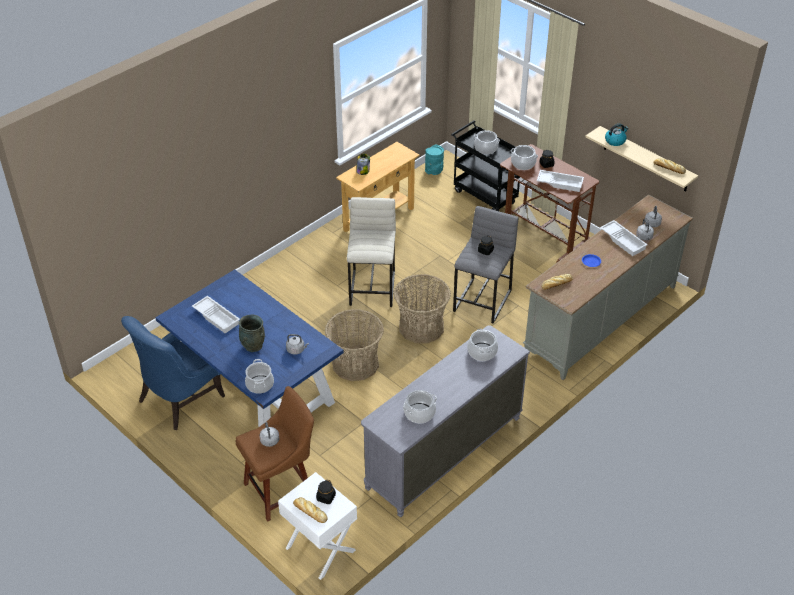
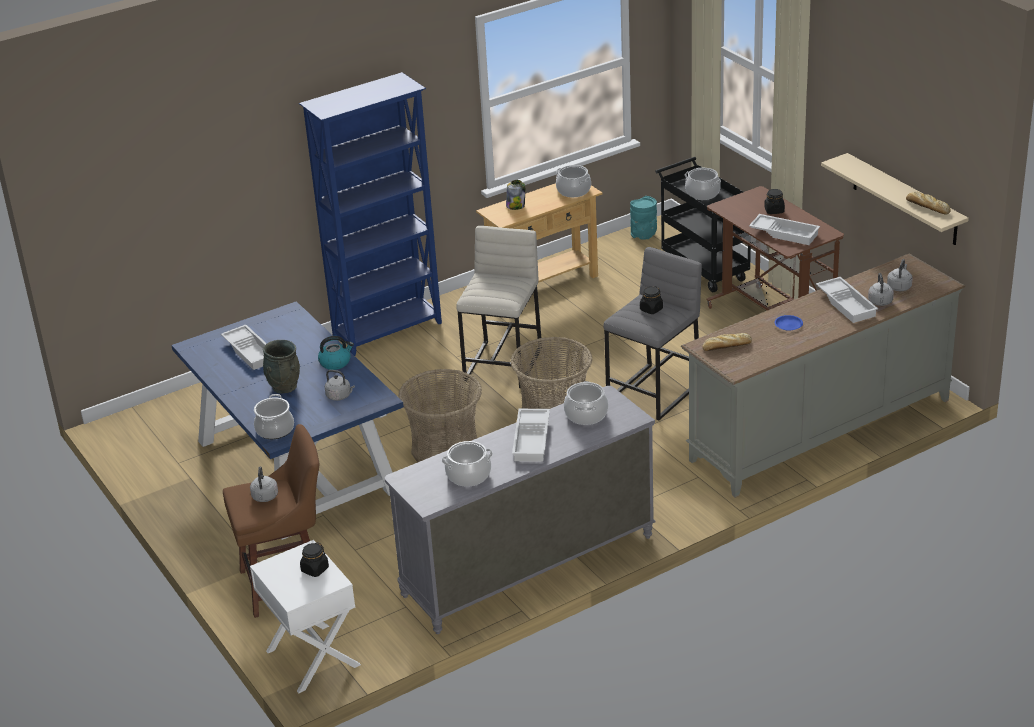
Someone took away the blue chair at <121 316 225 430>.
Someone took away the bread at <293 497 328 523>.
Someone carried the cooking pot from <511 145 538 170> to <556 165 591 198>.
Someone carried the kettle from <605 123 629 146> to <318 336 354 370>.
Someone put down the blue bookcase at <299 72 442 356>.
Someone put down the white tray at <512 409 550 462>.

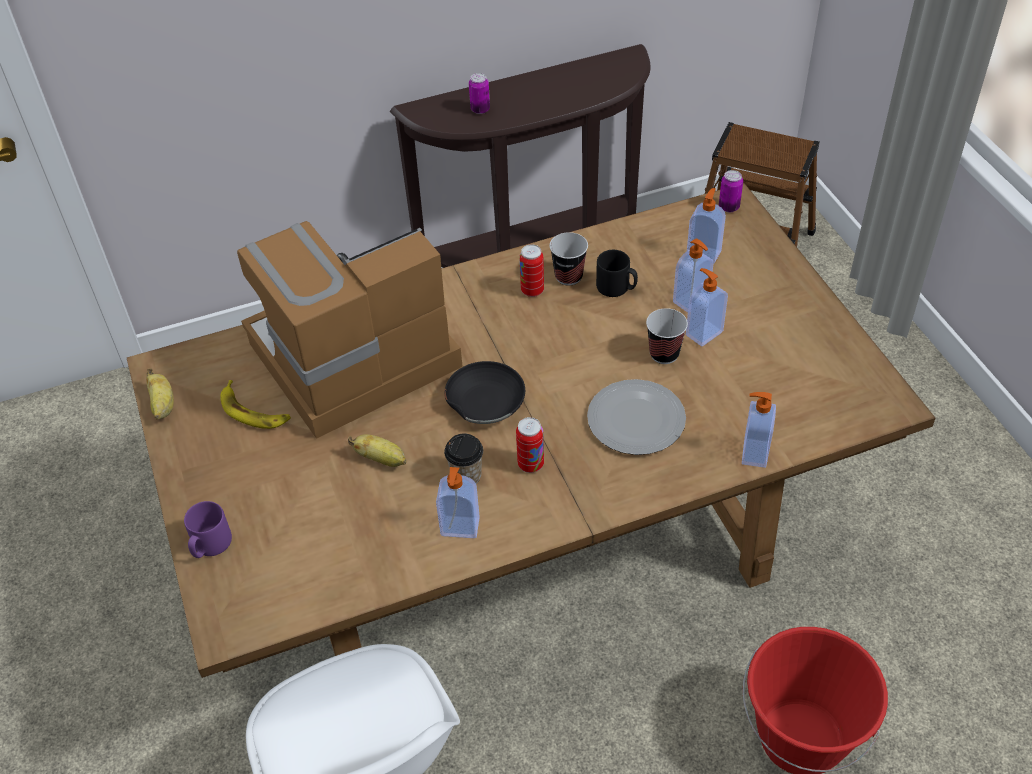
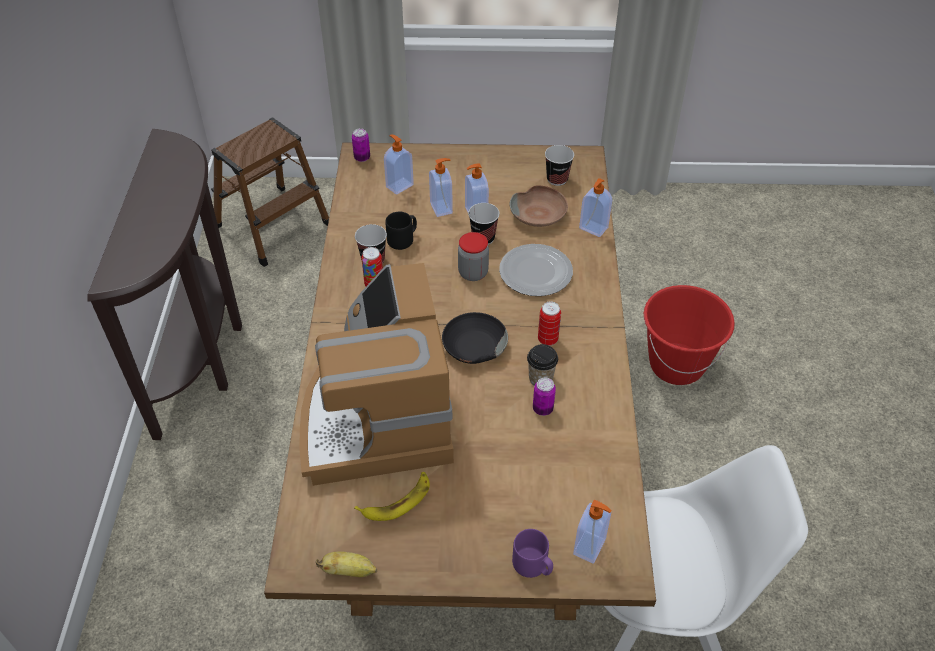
Someone took away the banana at <348 434 406 467>.
Someone carried the soap dispenser from <436 467 480 538> to <573 500 612 564>.
Someone carried the can from <469 73 490 114> to <533 377 556 416>.
Someone put down the jar at <458 232 489 281>.
Someone put down the brown bowl at <510 186 568 227>.
Someone put down the cup at <545 145 574 186>.

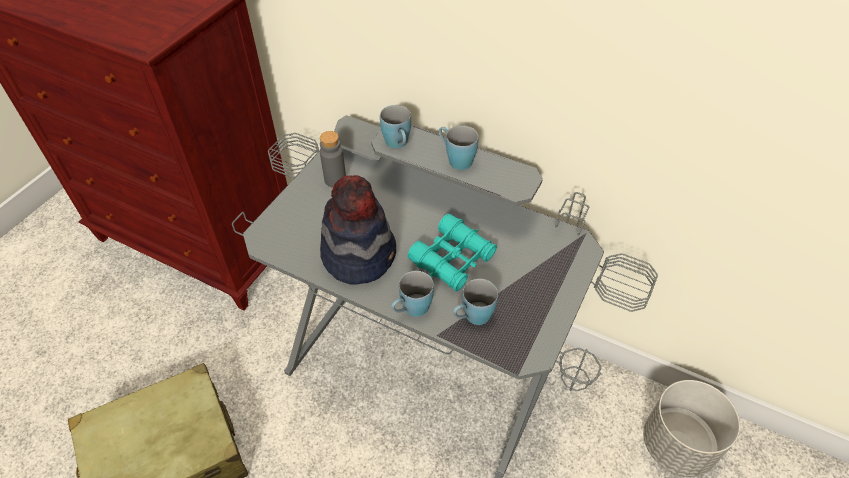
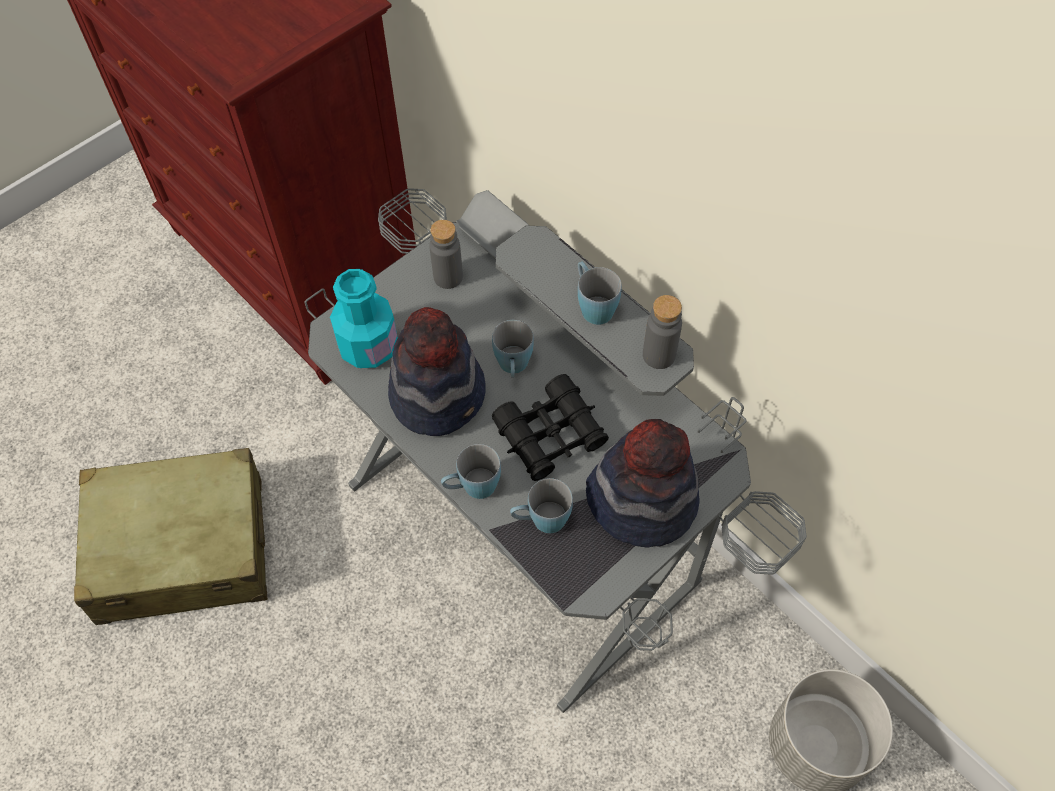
Someone carried the blue mug from <380 105 411 148> to <492 320 534 378>.
Someone repainted the turquoise binoculars at <407 214 497 292>, which became the black binoculars at <492 374 609 481>.
Someone put down the turquoise bottle at <330 269 398 368>.
Someone put down the hat at <586 419 699 548>.
Someone put down the grey bottle at <643 295 682 369>.

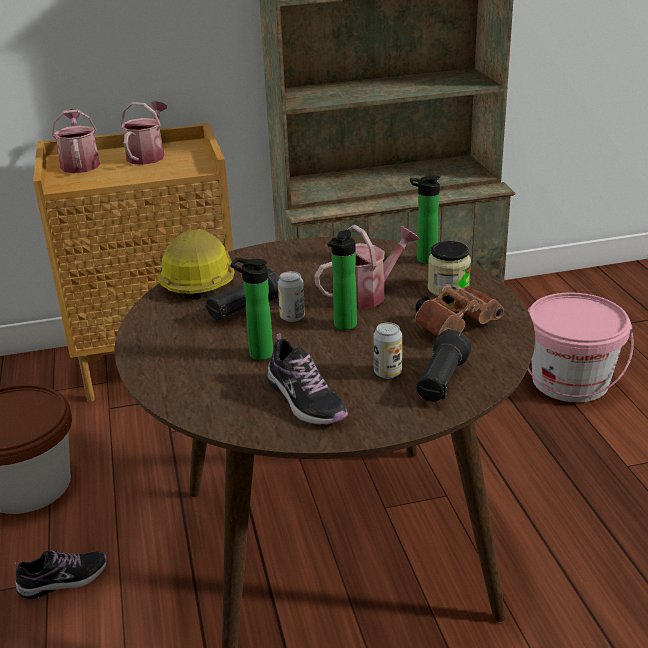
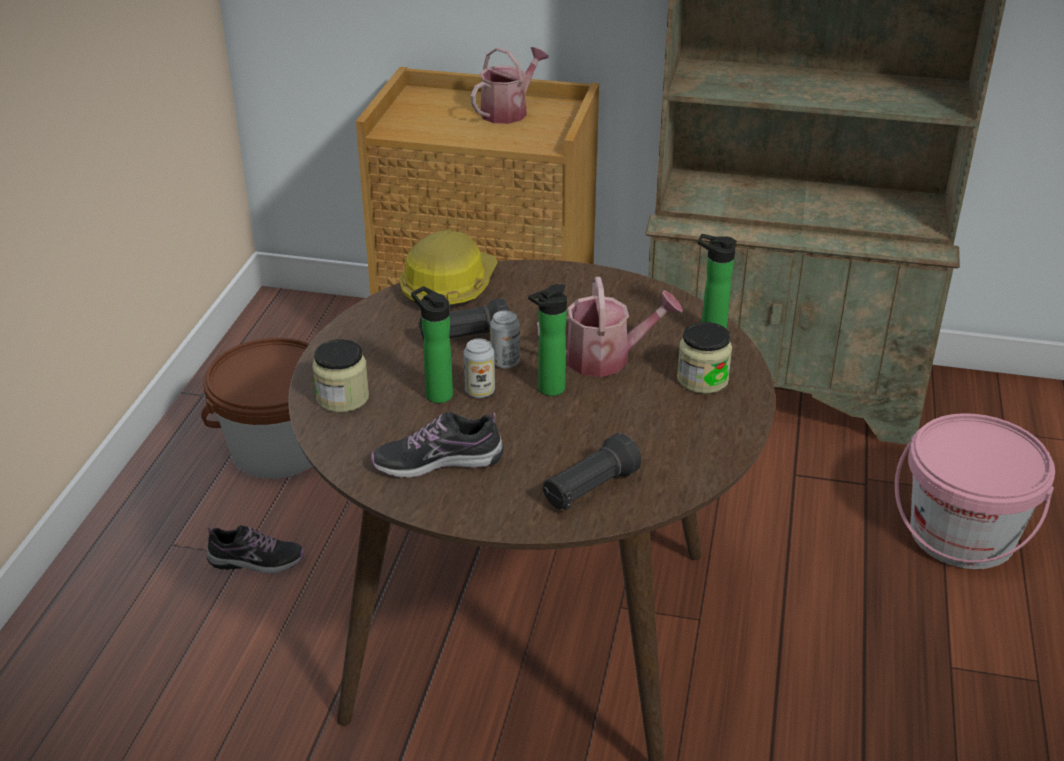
Someone took away the watering can at <52 109 100 173>.
Someone rotated the shoe at <267 333 348 425> by 90 degrees clockwise.
Someone carried the can from <374 322 402 379> to <464 339 495 398>.
Someone took away the brown binoculars at <415 284 504 337>.
Someone put down the jar at <312 339 369 413>.

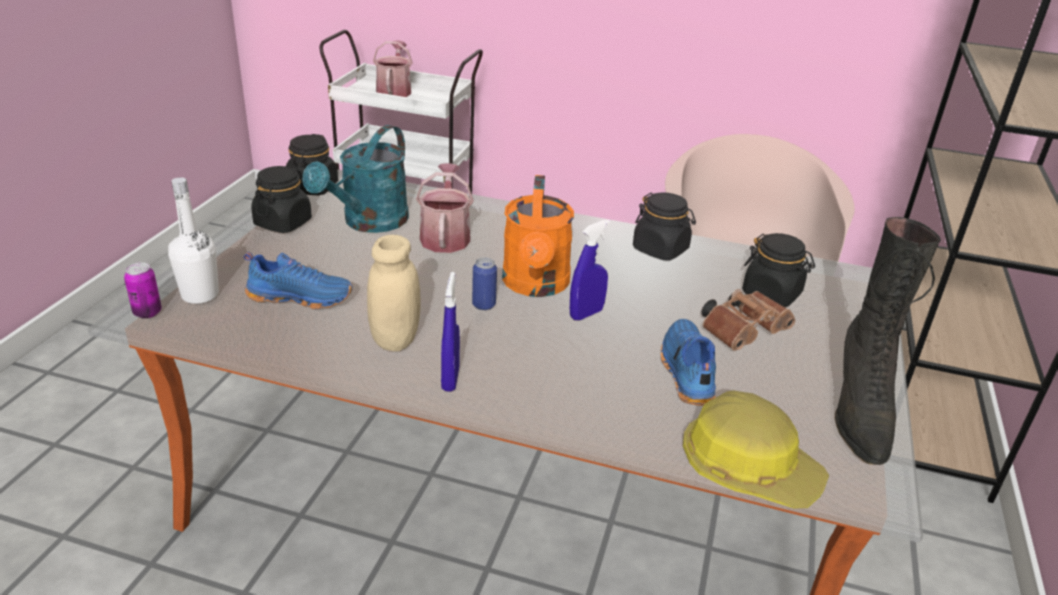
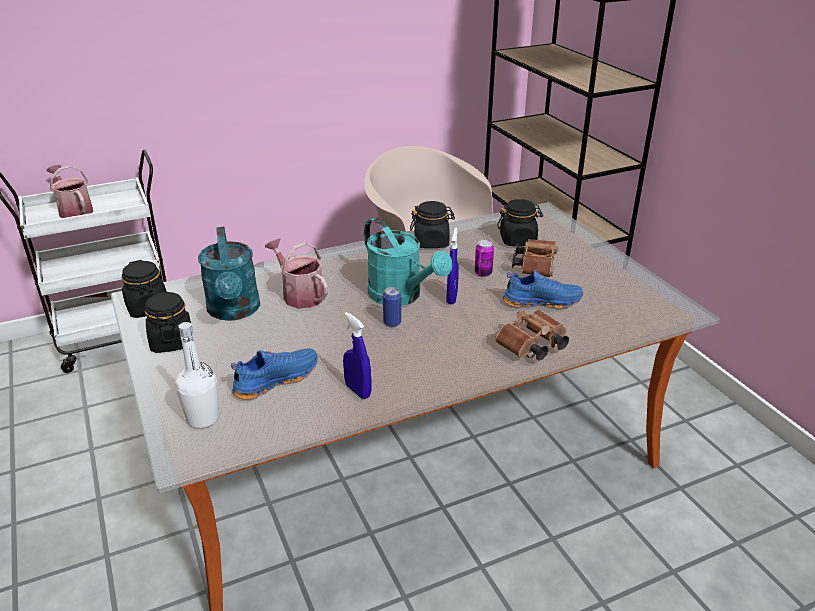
Someone carried the can from <124 262 162 318> to <475 240 494 277>.
Someone took away the beige jar at <367 235 421 351>.
Someone carried the blue spray bottle from <441 272 460 392> to <343 312 372 399>.
Someone repainted the orange watering can at <502 175 574 297>, which became the turquoise watering can at <364 218 452 306>.
Someone rotated the blue shoe at <660 319 716 406> by 135 degrees clockwise.
Someone took away the hard hat at <683 391 829 508>.
Someone took away the black boot at <835 217 941 465>.
Someone put down the brown binoculars at <495 309 569 361>.

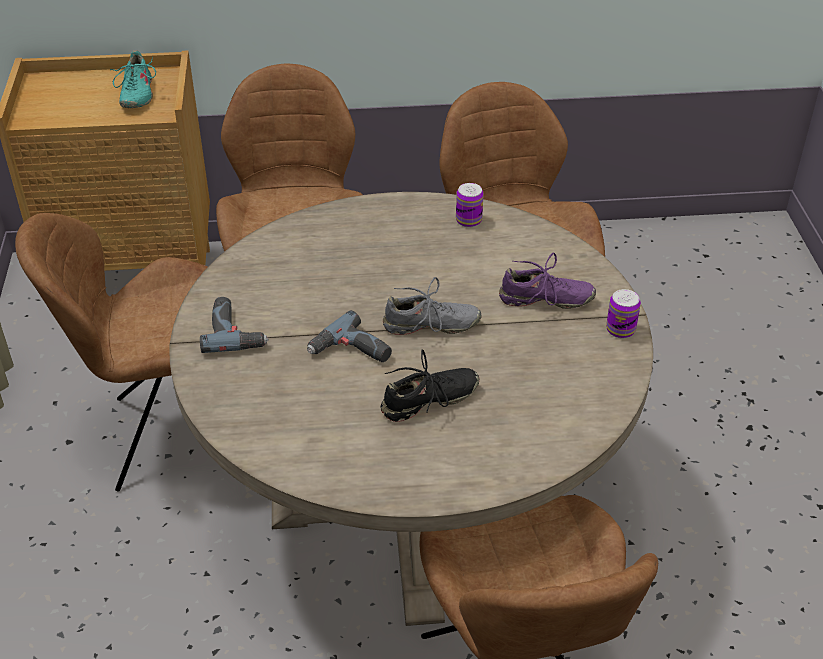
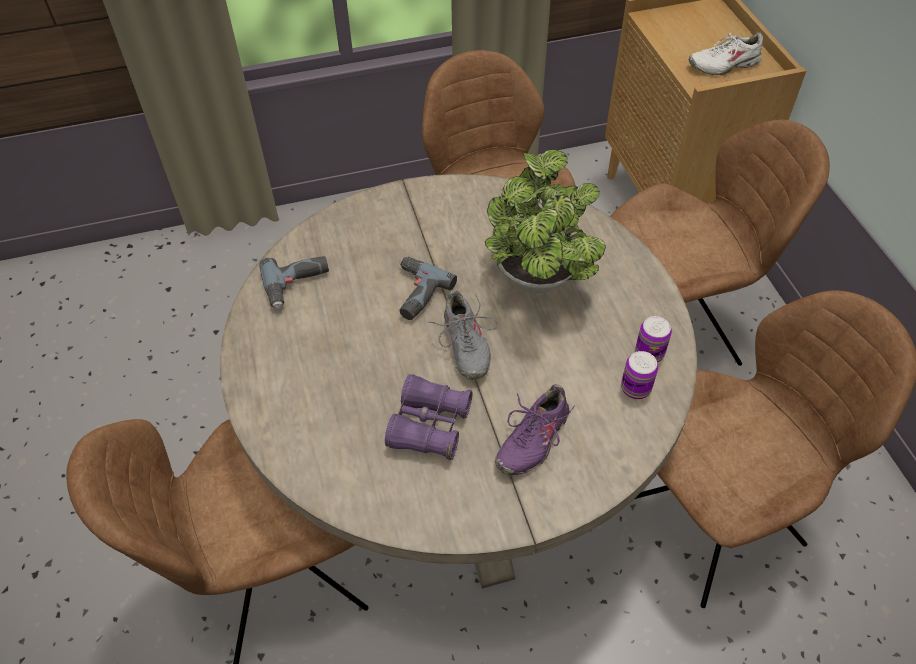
Someone repainted the turquoise shoe at <110 50 156 108>, which became the white shoe at <689 32 763 75>.
Someone carried the power drill from <200 297 269 353> to <259 256 329 309>.
Someone took away the black shoe at <381 350 480 422>.
Someone rotated the purple shoe at <499 253 596 309> by 45 degrees clockwise.
Someone carried the can from <606 289 641 338> to <621 351 658 399>.
Someone put down the purple binoculars at <385 374 473 460>.
Someone put down the potted plant at <485 149 606 293>.

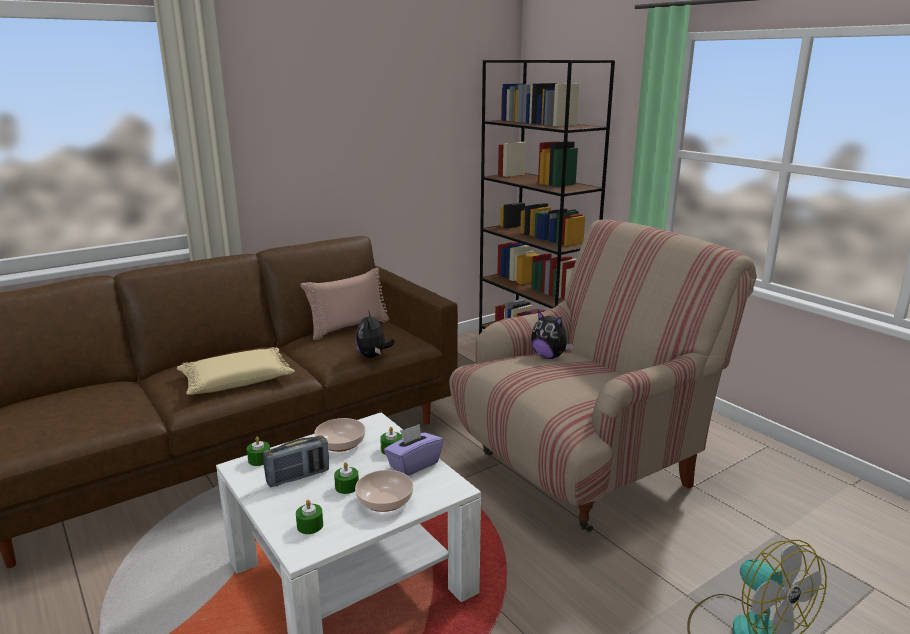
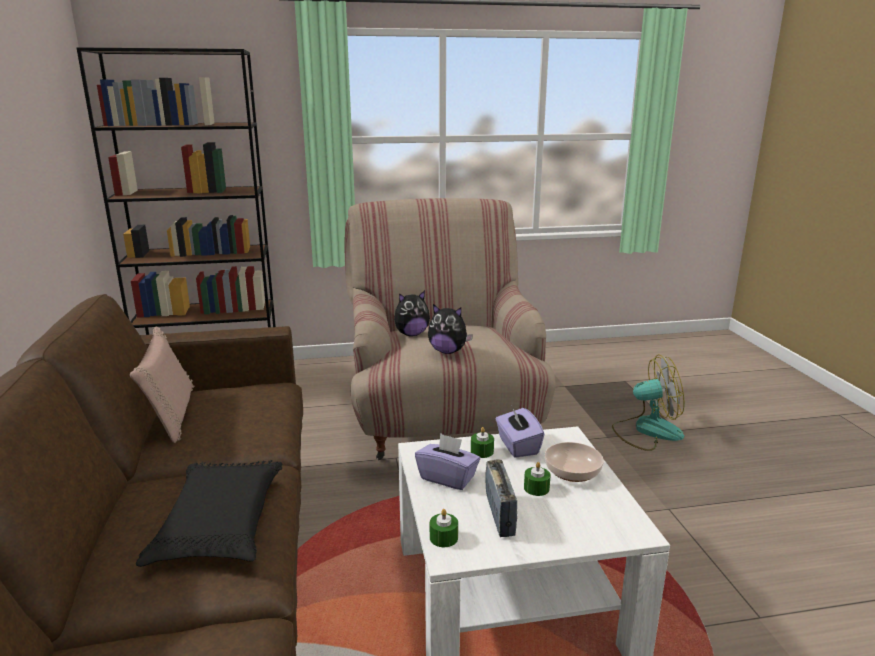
Someone repainted the beige pillow at <176 347 294 395>, which became the black pillow at <136 460 283 567>.
Someone took away the green candle at <296 500 323 534>.
Someone swapped the bowl at <314 418 366 452> for the purple tissue box at <415 433 480 490>.
Someone carried the plush toy from <355 310 395 358> to <428 304 473 354>.

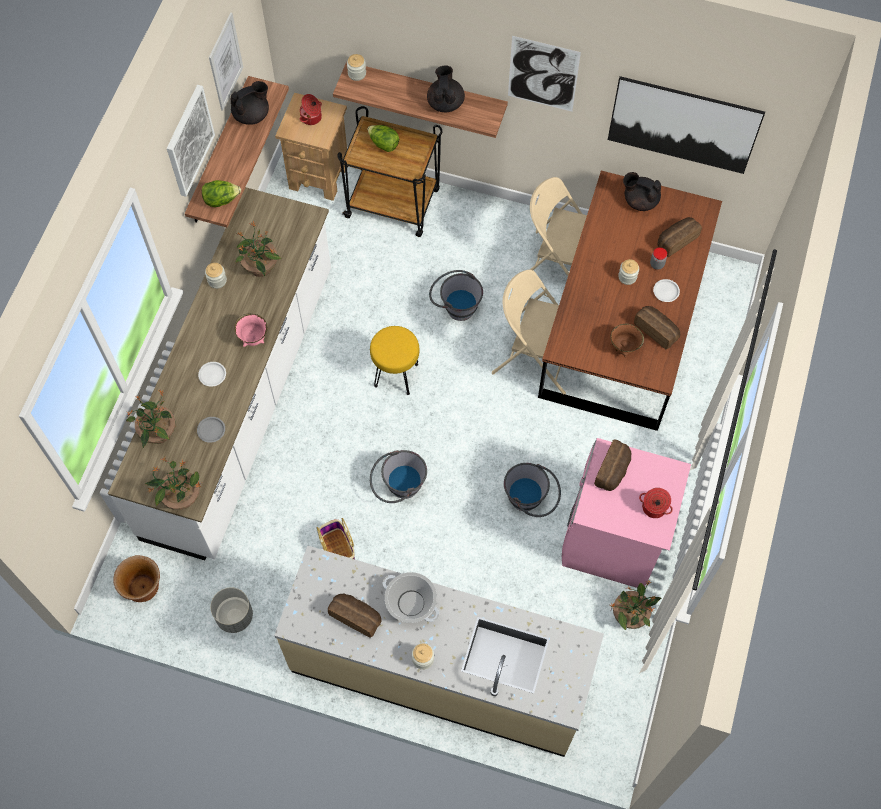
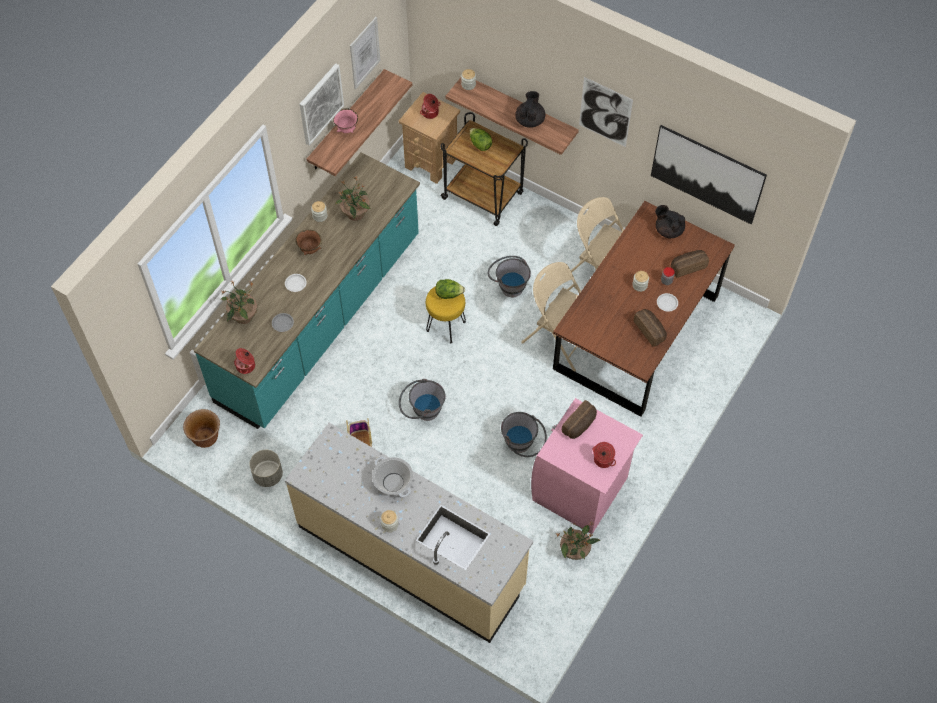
Someone repainted the white counter at <108 187 331 560>, which became the turquoise counter at <194 152 420 429>.
Someone swapped the potted plant at <145 458 201 510> for the cooking pot at <234 348 255 374>.
Someone carried the lettuce from <202 180 241 207> to <435 279 465 299>.
Someone took away the black teapot at <230 81 269 125>.
Someone carried the pink bowl from <234 313 267 347> to <333 108 358 133>.
Someone took away the bread at <328 594 382 638>.
Someone carried the brown bowl from <610 323 644 357> to <295 230 322 255>.

